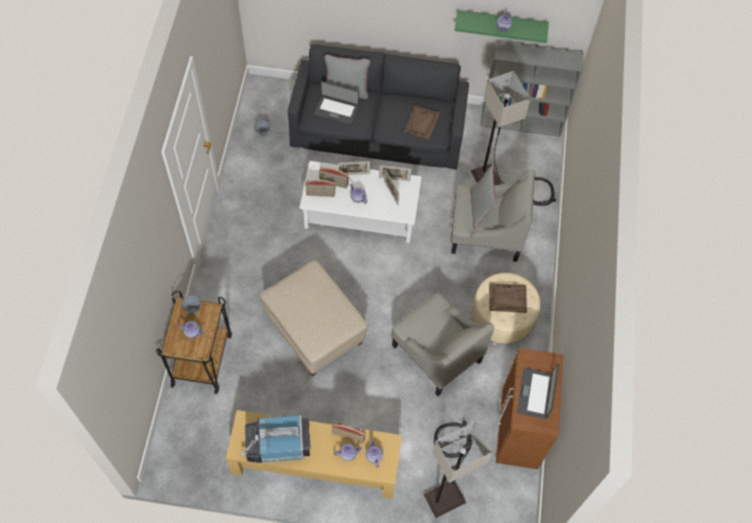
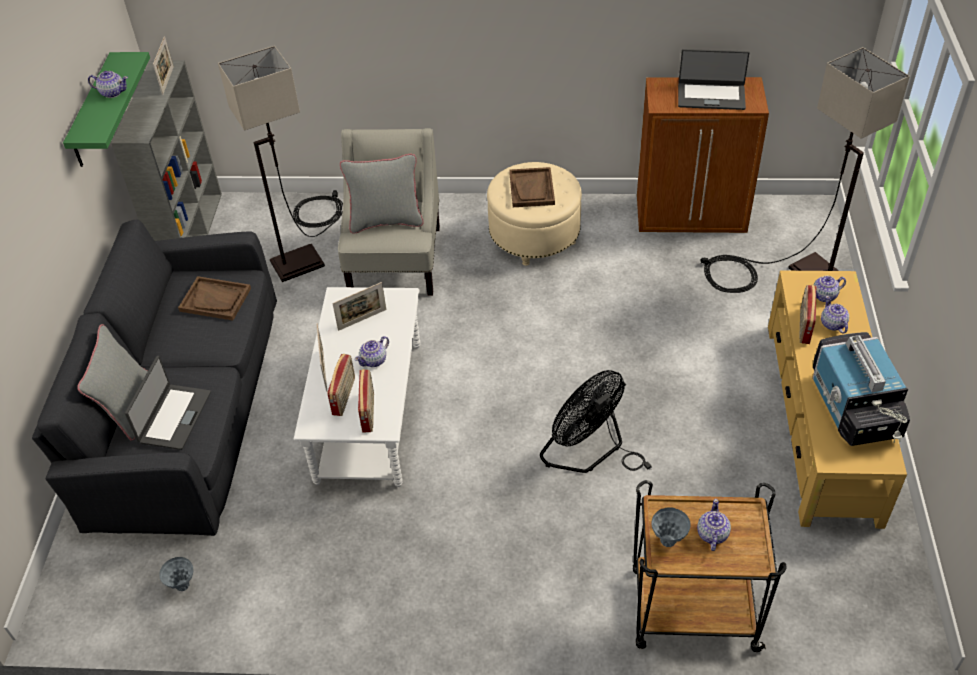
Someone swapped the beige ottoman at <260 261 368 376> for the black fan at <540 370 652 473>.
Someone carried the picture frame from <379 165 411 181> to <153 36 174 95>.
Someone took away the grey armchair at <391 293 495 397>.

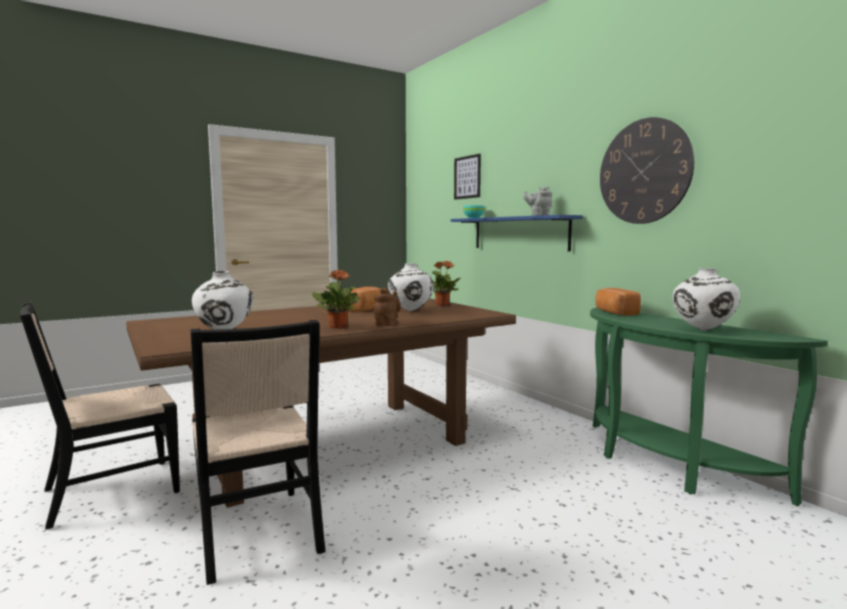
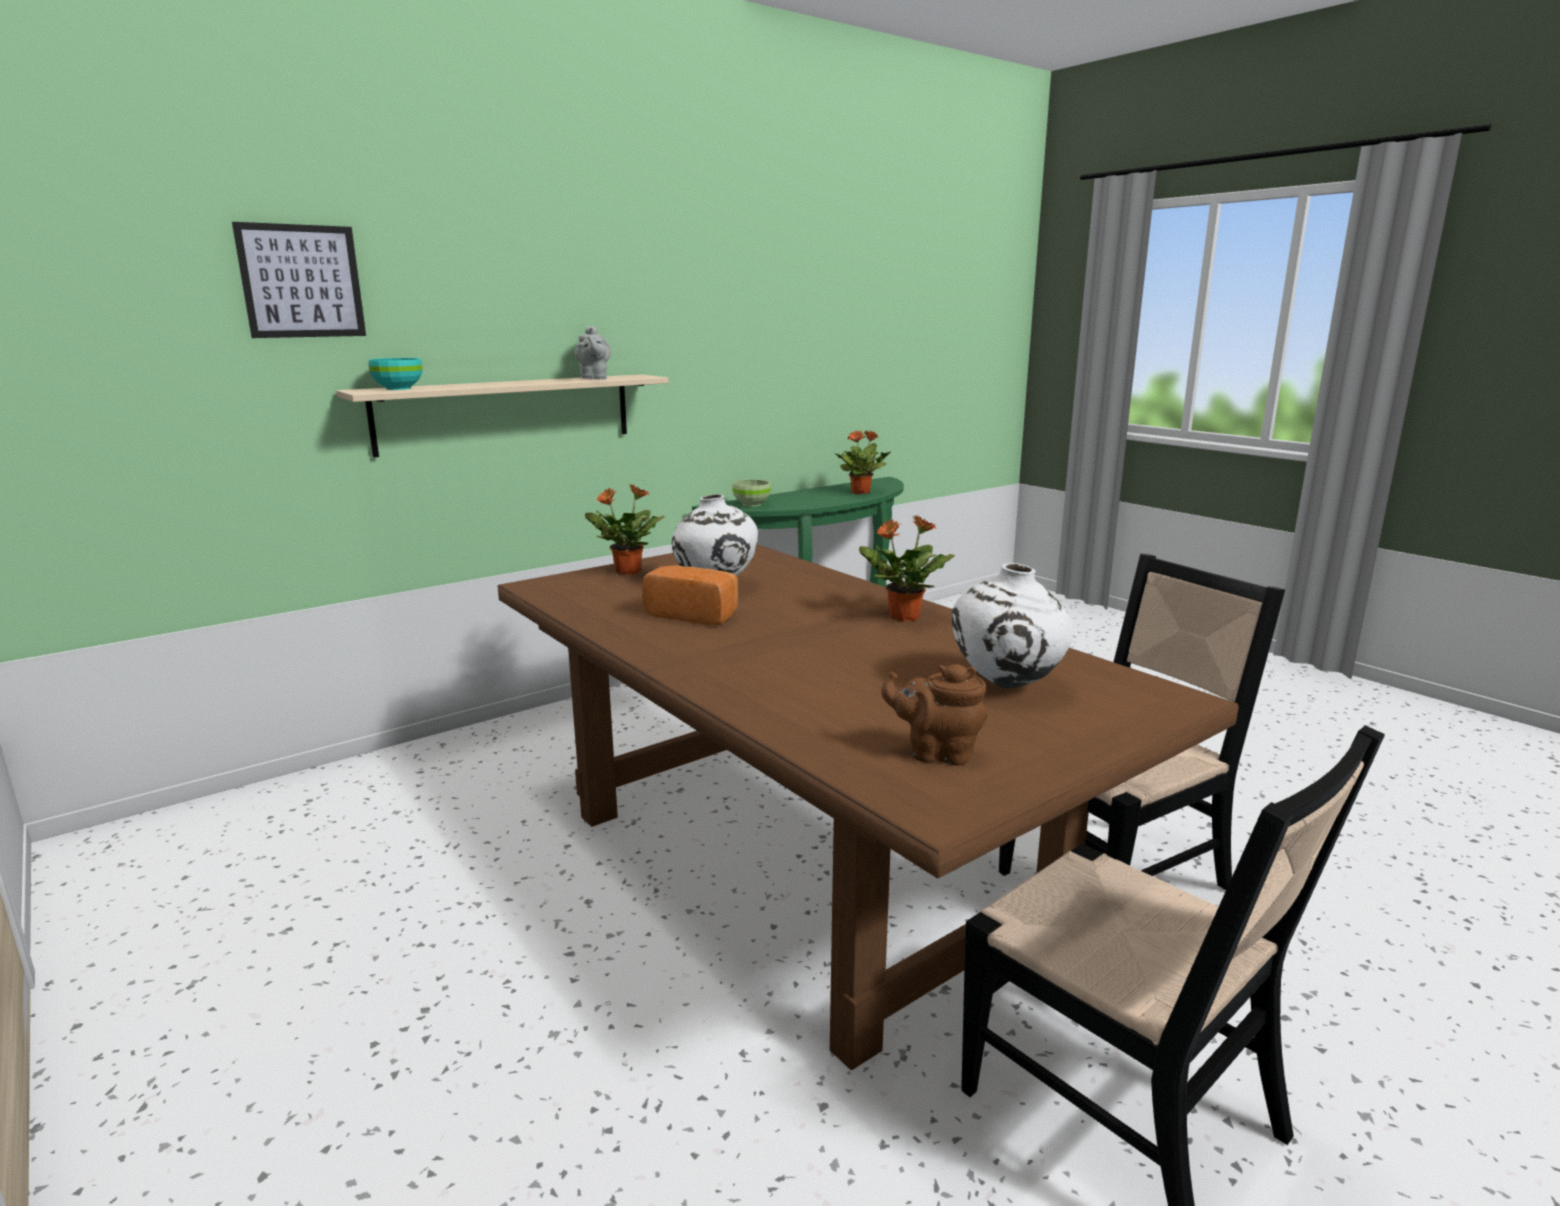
Someone carried the brown teapot from <374 288 401 326> to <881 664 987 766>.
Someone repainted the blue shelf at <450 215 583 252>, which became the beige shelf at <336 374 669 458>.
Someone swapped the bread at <595 288 641 316> for the green bowl at <732 479 771 507>.
Someone took away the wall clock at <600 117 694 224>.
Someone swapped the white vase at <672 268 740 331> for the potted plant at <834 430 892 494>.

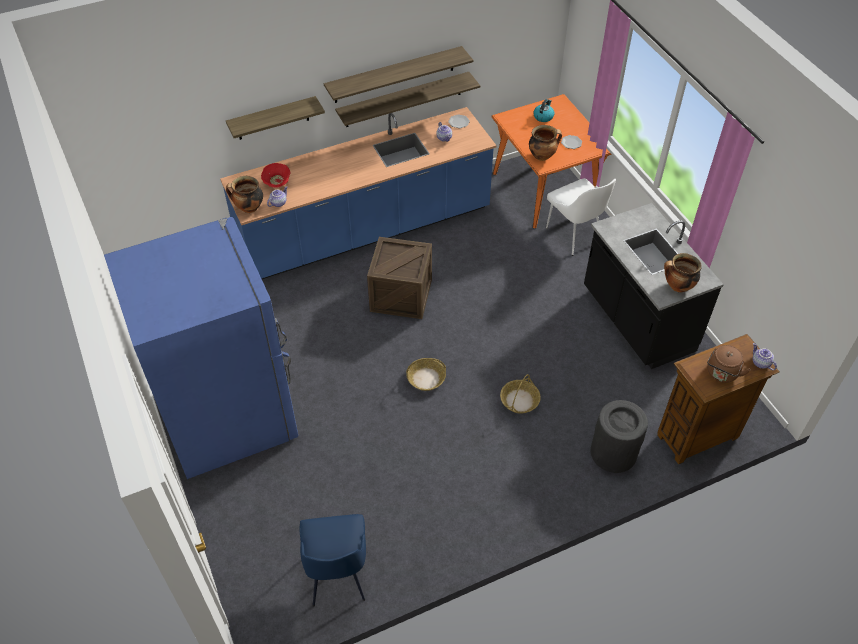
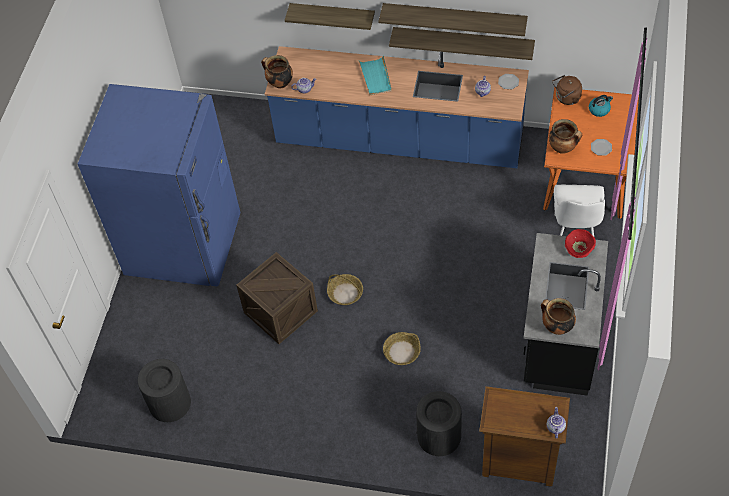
Someone carried the red bowl from <261 163 290 188> to <565 229 596 258>.
Someone swapped the blue chair at <300 514 366 606> for the black trash can at <137 359 191 422>.
Someone carried the crate from <367 237 432 319> to <236 252 318 344>.
Someone carried the brown kettle from <707 345 751 383> to <552 75 582 105>.
Someone put down the turquoise tray at <359 56 392 95>.

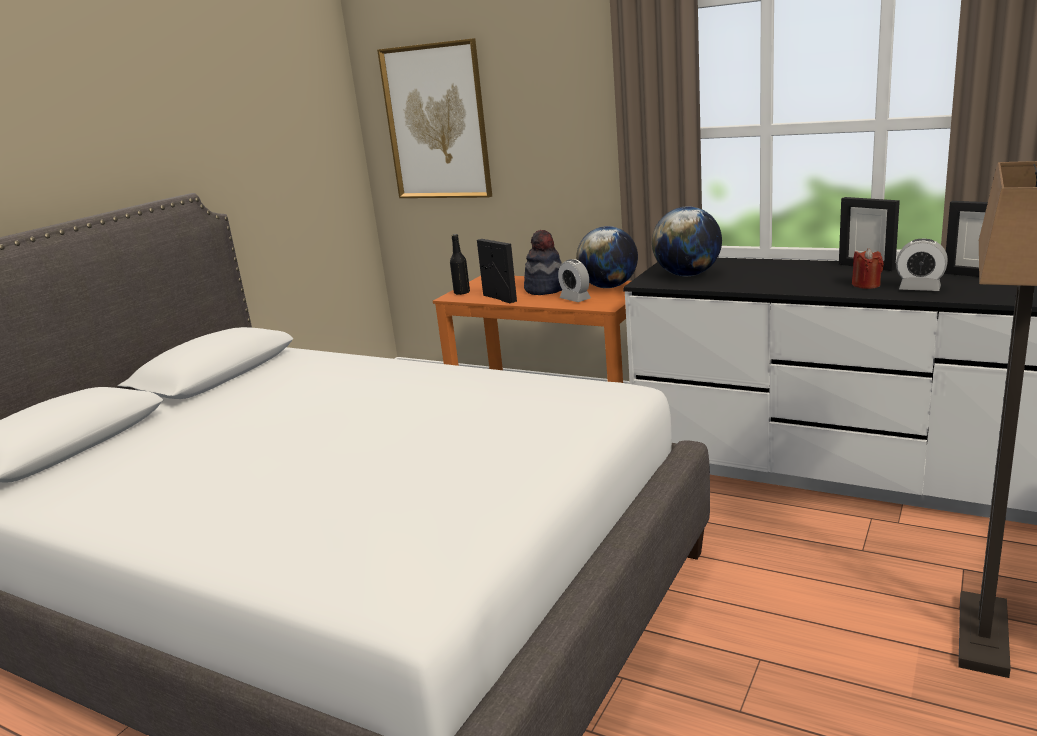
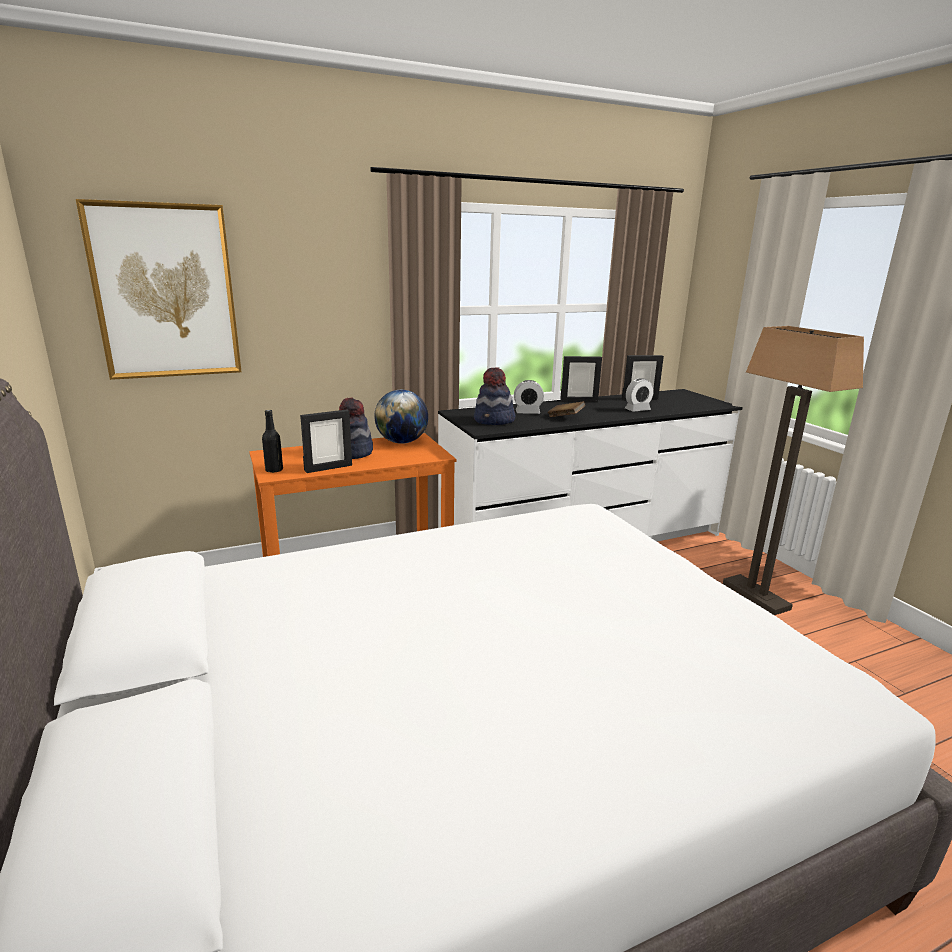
Someone rotated the picture frame at <477 239 517 304> by 150 degrees clockwise.
Someone carried the alarm clock from <558 259 591 302> to <514 380 544 414>.
Someone swapped the globe at <652 206 722 276> for the hat at <474 367 516 425>.
Someone took away the red candle at <852 248 884 289>.
Someone put down the brown book at <548 401 585 417>.

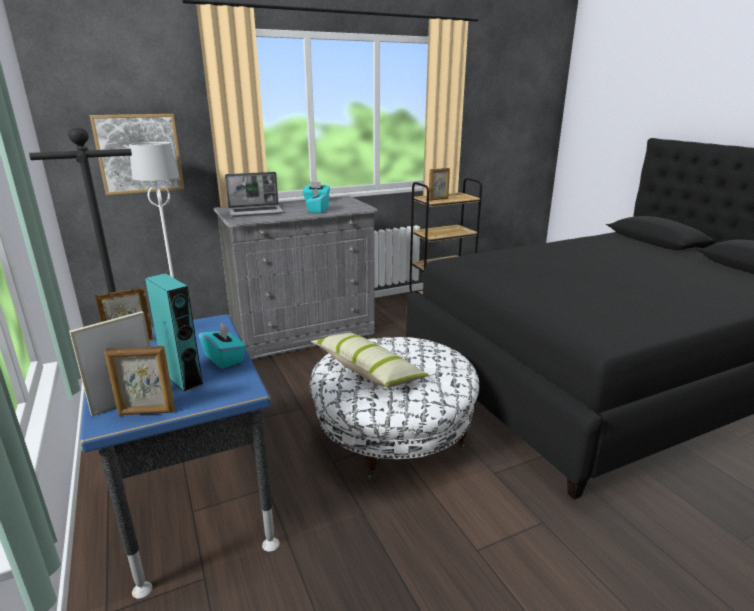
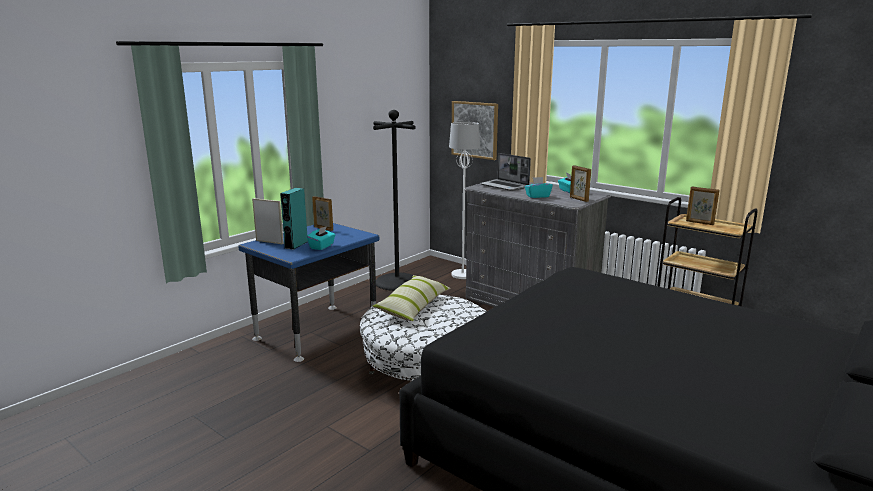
Someone carried the picture frame from <104 346 175 415> to <570 165 591 202>.

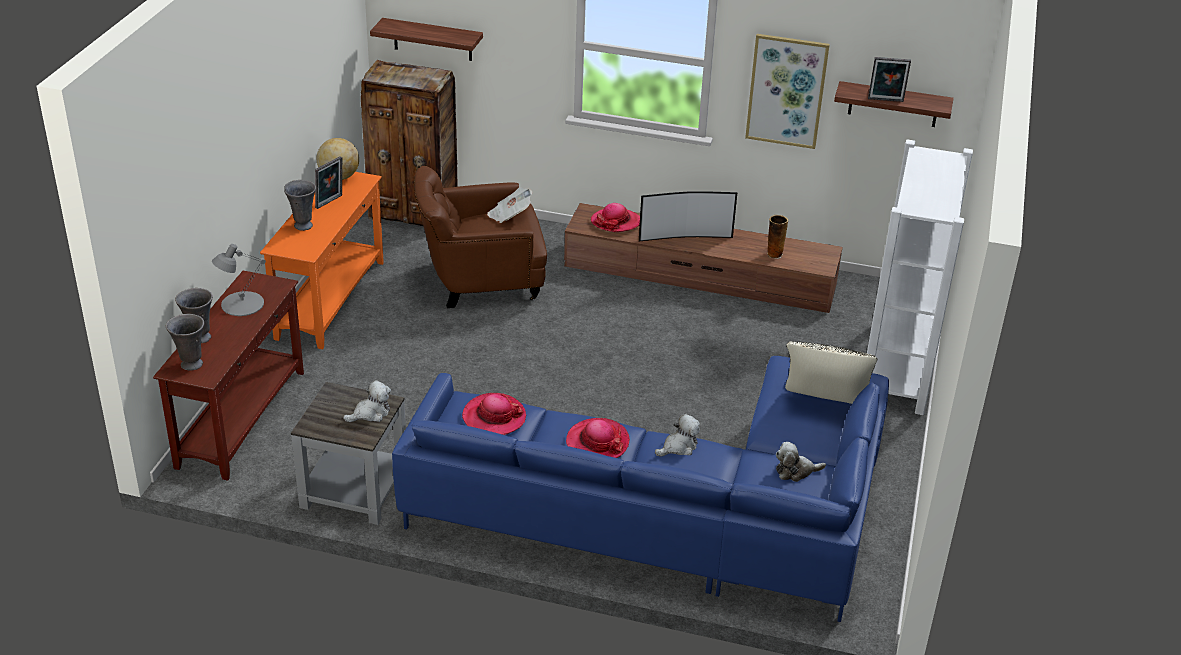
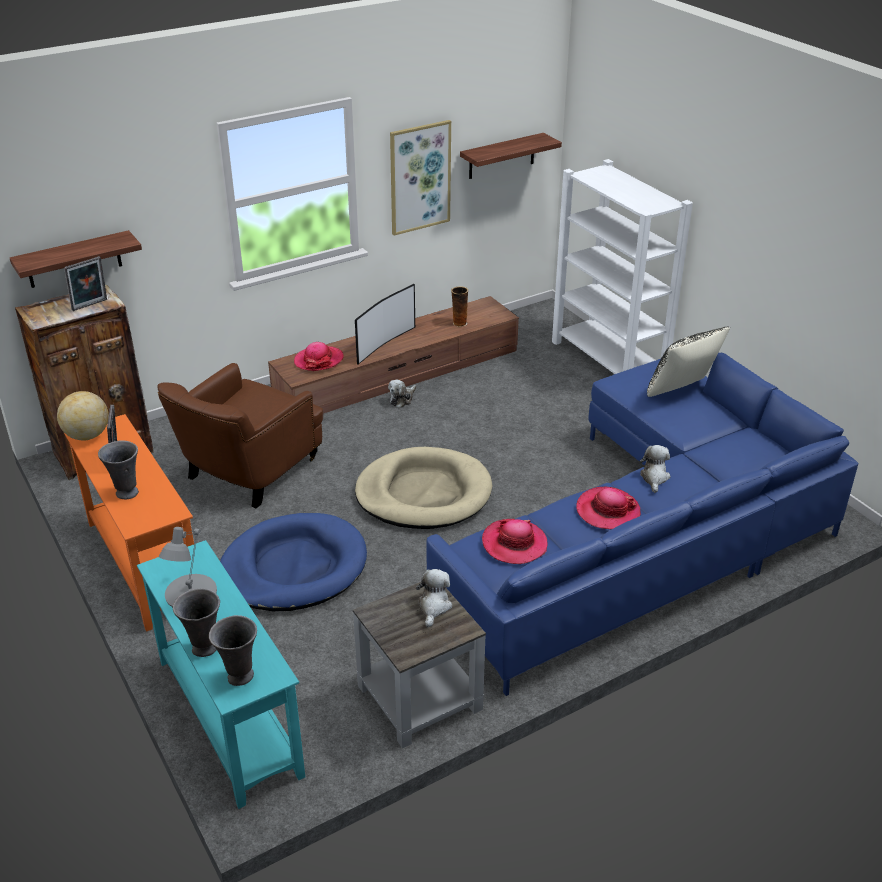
Someone repainted the brown console table at <153 271 304 481>, which became the turquoise console table at <137 540 305 809>.
Someone took away the newspaper at <487 187 533 223>.
Someone carried the plush toy from <776 442 826 482> to <388 380 416 408>.
Someone carried the picture frame from <868 57 911 102> to <64 256 107 311>.
Someone put down the blue dog bed at <220 513 367 611>.
Someone put down the beige dog bed at <355 447 493 529>.

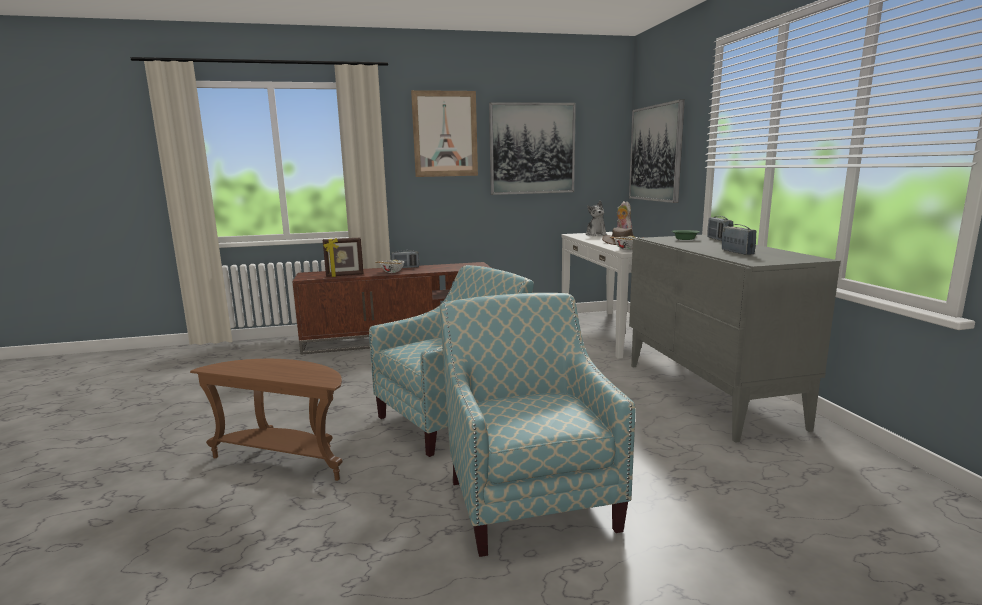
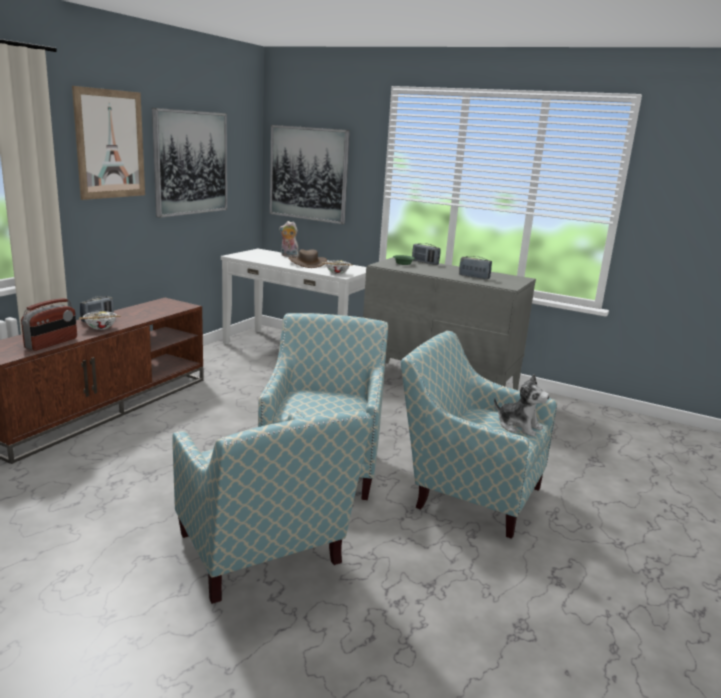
Someone swapped the brown side table at <190 359 343 481> for the armchair at <172 411 372 604>.
Someone swapped the picture frame at <323 238 364 277> for the radio at <21 298 77 351>.
Someone carried the plush toy from <586 201 607 236> to <494 374 549 437>.

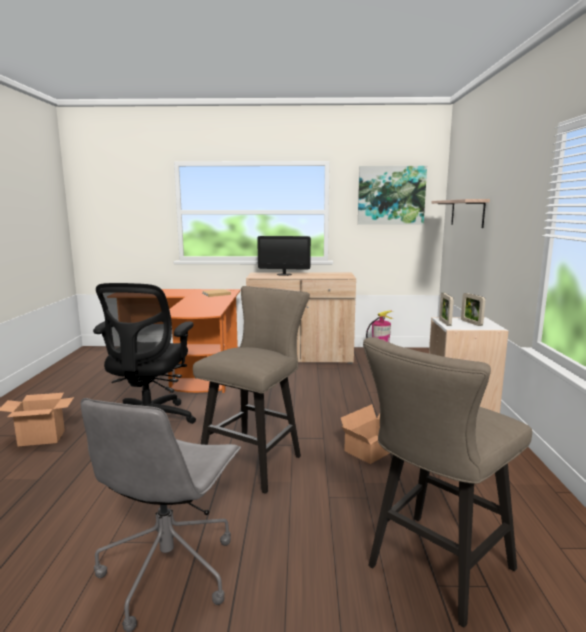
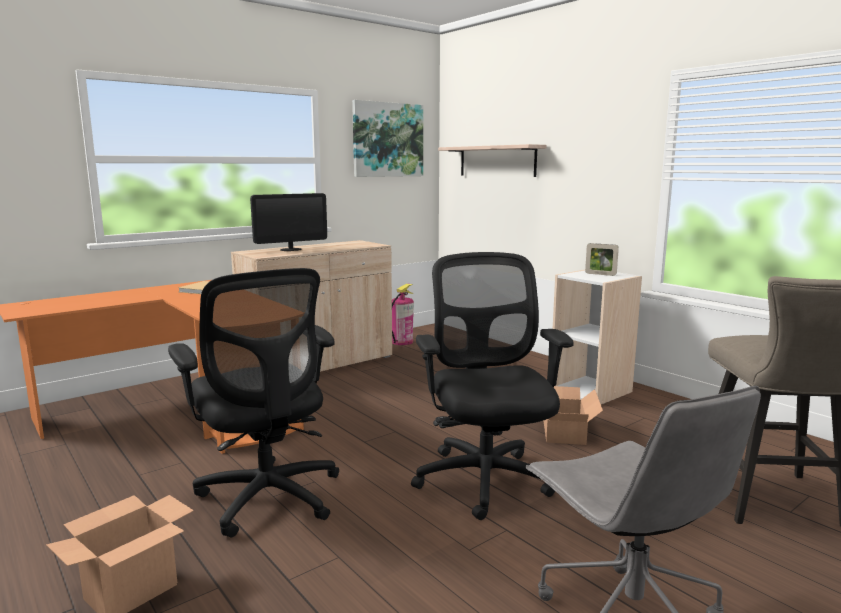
Someone swapped the beige stool at <193 286 310 494> for the black office chair at <411 252 574 520>.
Someone took away the picture frame at <439 293 454 326>.

